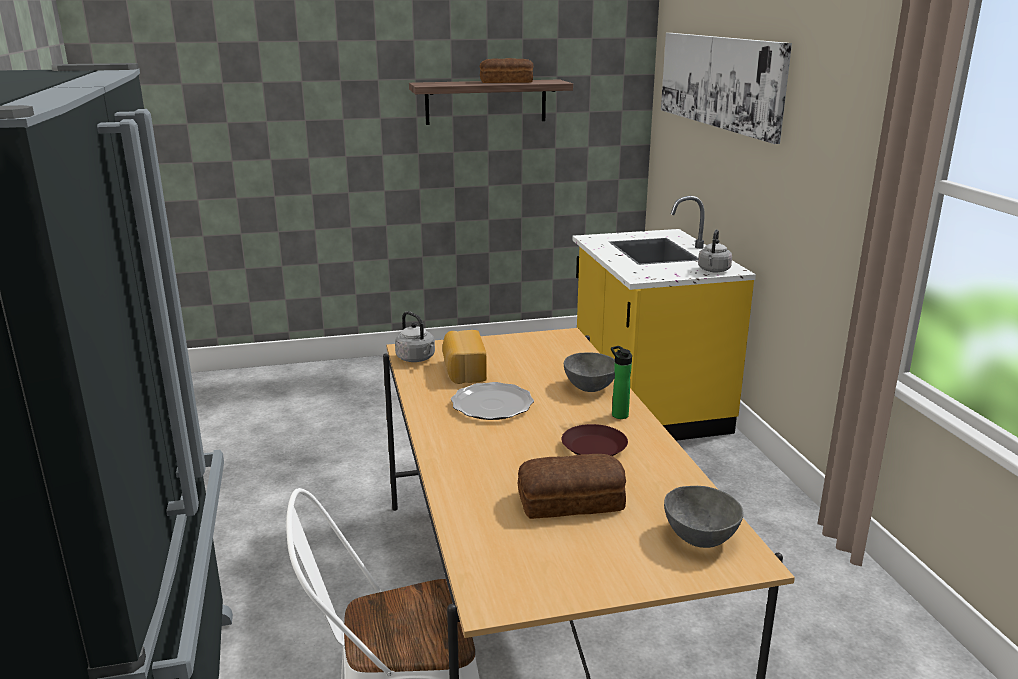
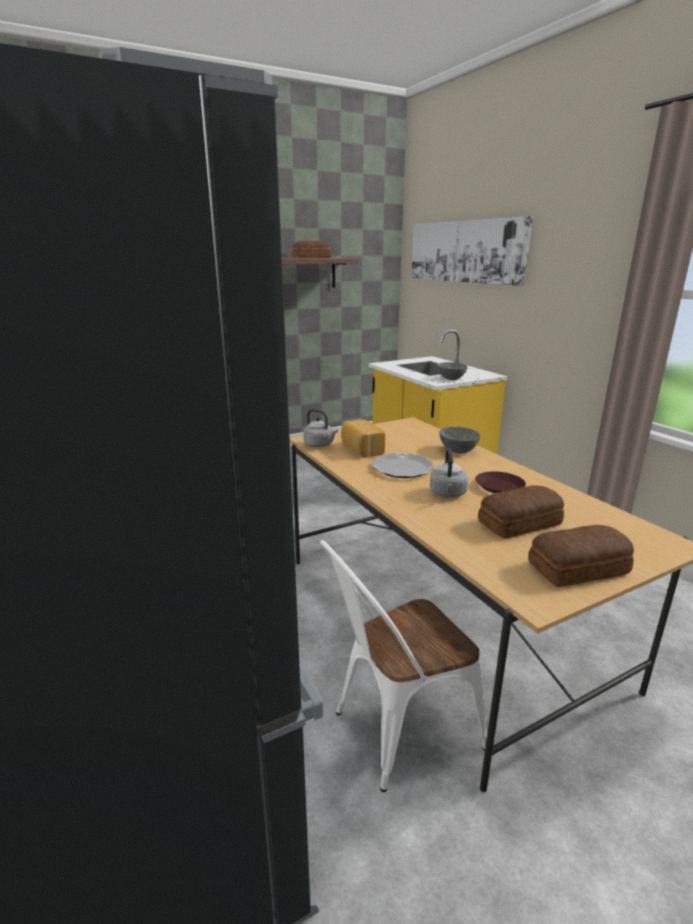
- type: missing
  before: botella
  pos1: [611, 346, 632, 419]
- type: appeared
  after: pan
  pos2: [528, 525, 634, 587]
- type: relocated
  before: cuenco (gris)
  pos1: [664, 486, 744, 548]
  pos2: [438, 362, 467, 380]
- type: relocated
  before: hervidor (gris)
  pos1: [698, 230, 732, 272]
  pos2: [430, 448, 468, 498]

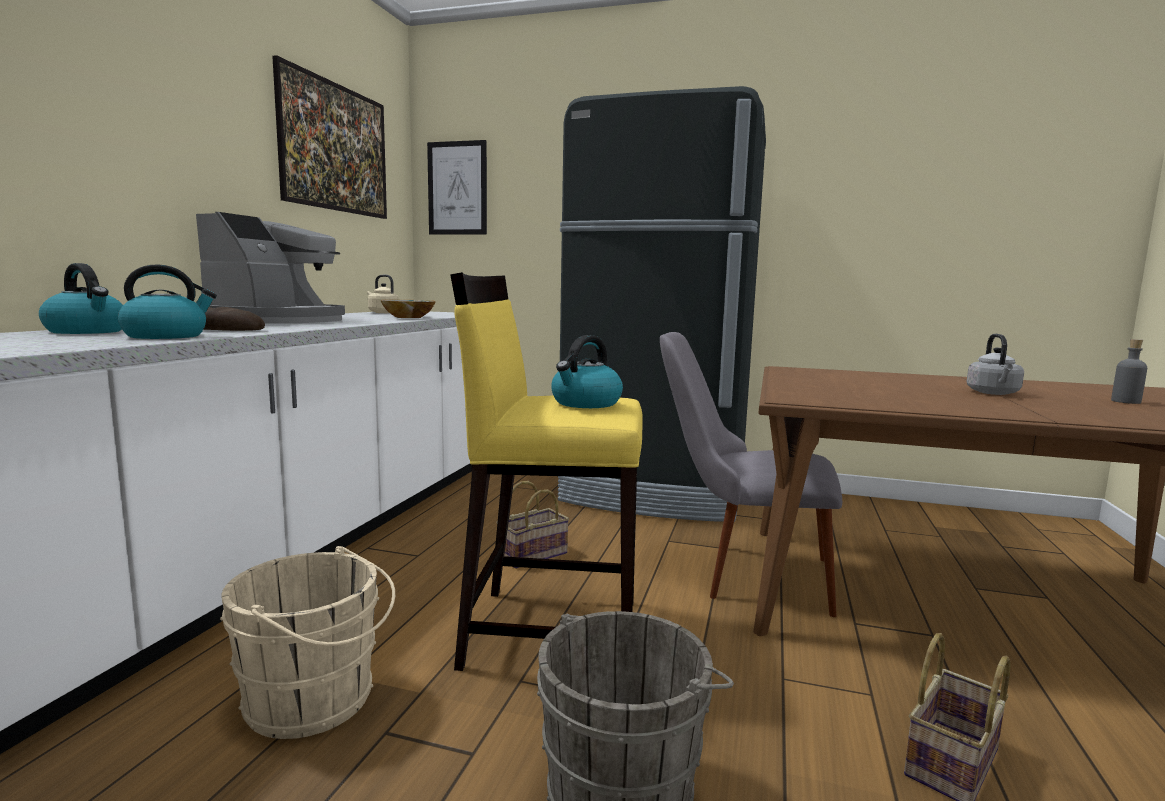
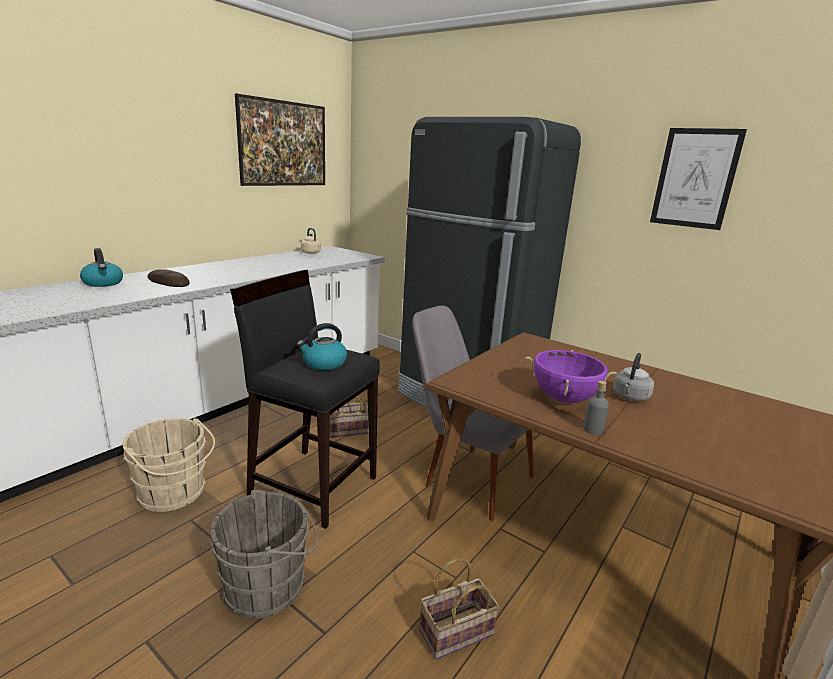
- type: missing
  before: hervidor
  pos1: [118, 265, 217, 339]
- type: missing
  before: cafetera
  pos1: [196, 212, 345, 324]
- type: missing
  before: cuenco
  pos1: [380, 300, 436, 318]
- type: appeared
  after: olla (morado)
  pos2: [526, 350, 617, 403]
- type: relocated
  before: cuadro
  pos1: [427, 140, 487, 235]
  pos2: [650, 128, 747, 230]
- type: relocated
  before: botella (gris)
  pos1: [1111, 339, 1147, 404]
  pos2: [583, 381, 609, 435]
- type: colour
  before: taburete (amarillo)
  after: taburete (negro)
  pos1: [450, 272, 643, 671]
  pos2: [230, 270, 380, 529]

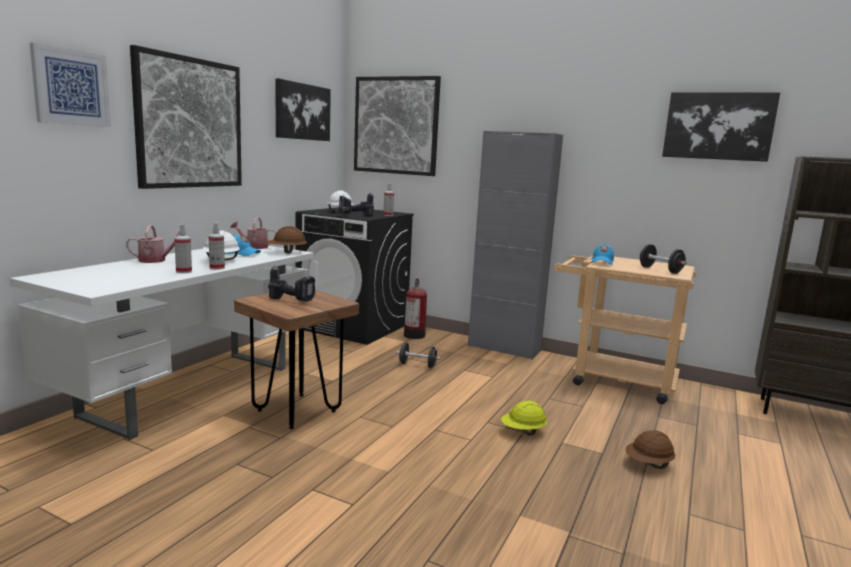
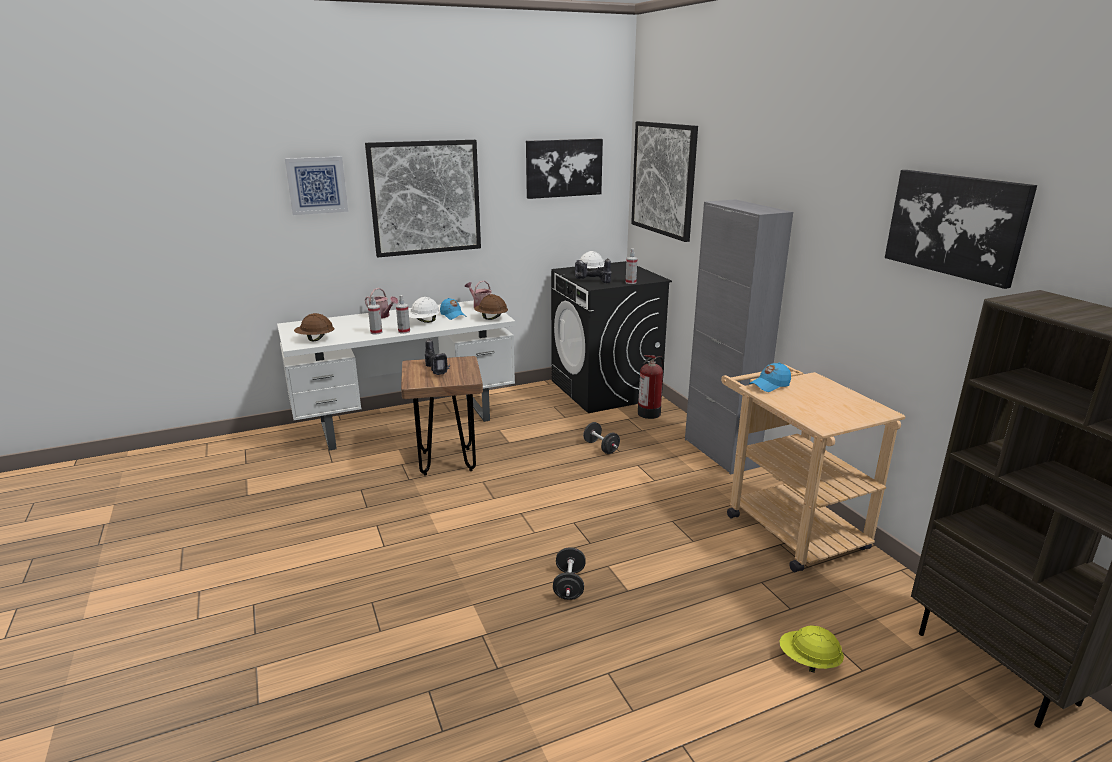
- type: relocated
  before: casco (amarillo)
  pos1: [501, 401, 547, 436]
  pos2: [779, 626, 844, 673]
- type: relocated
  before: casco (marrón)
  pos1: [625, 430, 675, 469]
  pos2: [294, 313, 334, 341]
- type: relocated
  before: mancuerna (negro)
  pos1: [639, 244, 687, 274]
  pos2: [553, 547, 586, 600]

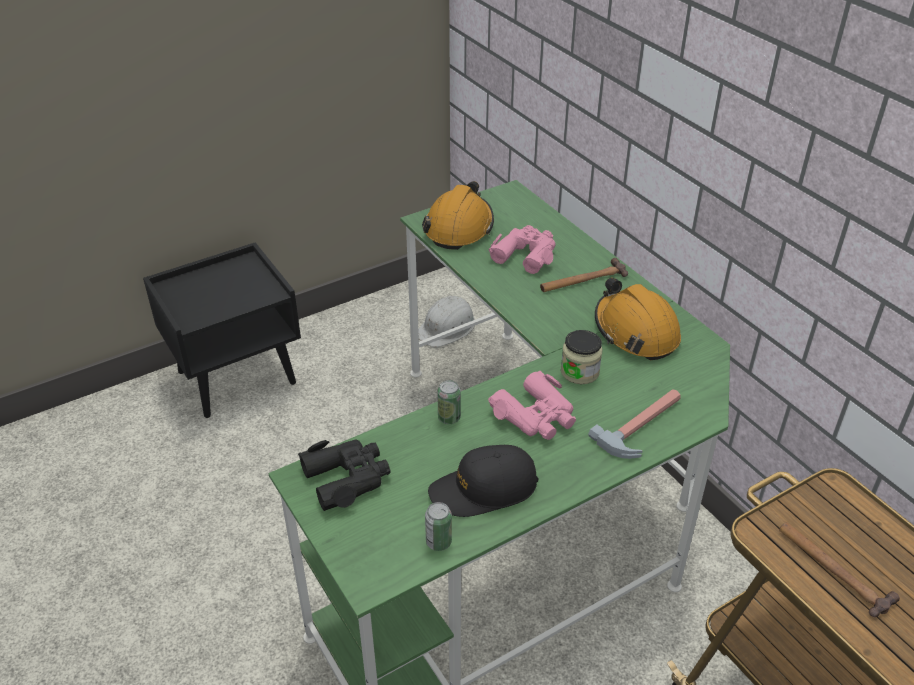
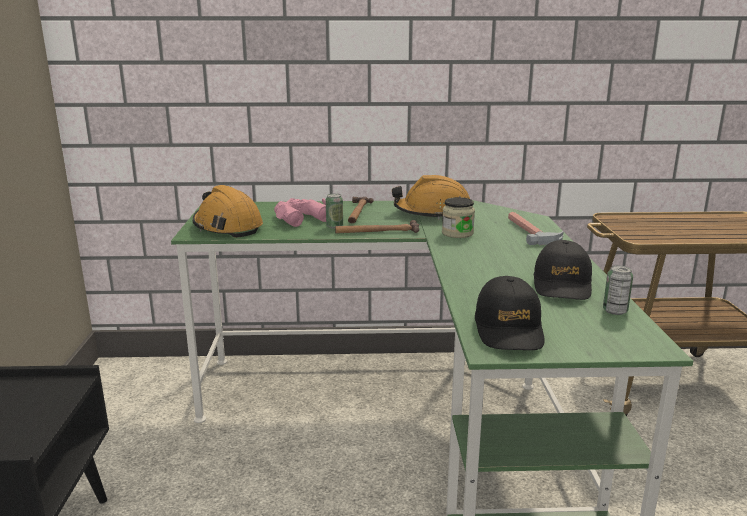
- type: missing
  before: casco (blanco)
  pos1: [418, 296, 475, 348]
- type: missing
  before: prismáticos (rosa)
  pos1: [488, 371, 576, 440]
- type: relocated
  before: lata
  pos1: [437, 380, 461, 424]
  pos2: [326, 193, 343, 228]
- type: relocated
  before: martillo
  pos1: [779, 522, 900, 617]
  pos2: [335, 220, 419, 233]
- type: exchanged
  before: prismáticos (negro)
  after: gorra (negro)
  pos1: [298, 440, 391, 511]
  pos2: [475, 276, 545, 350]

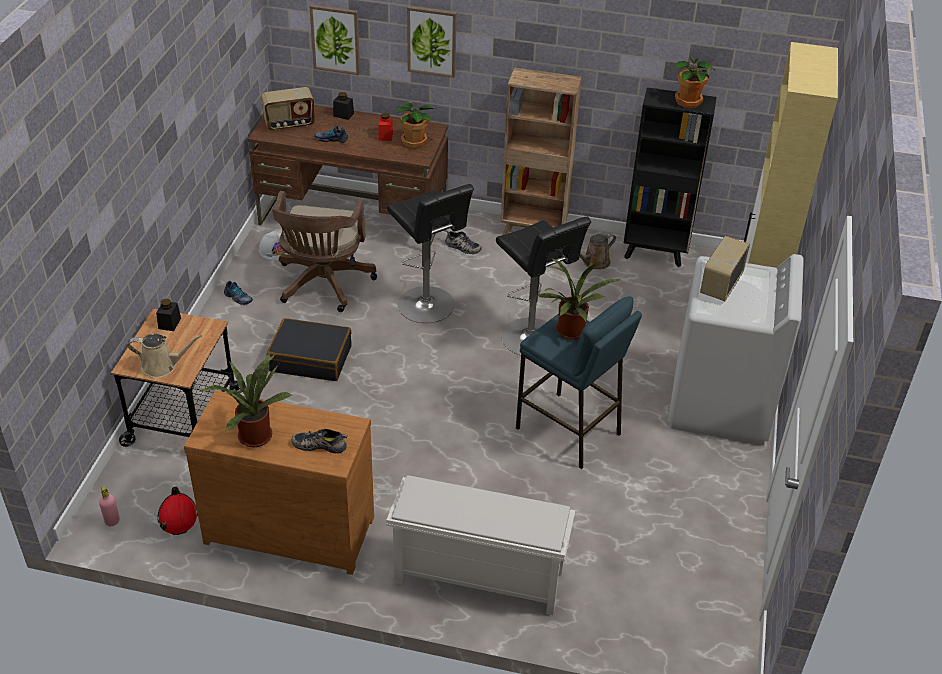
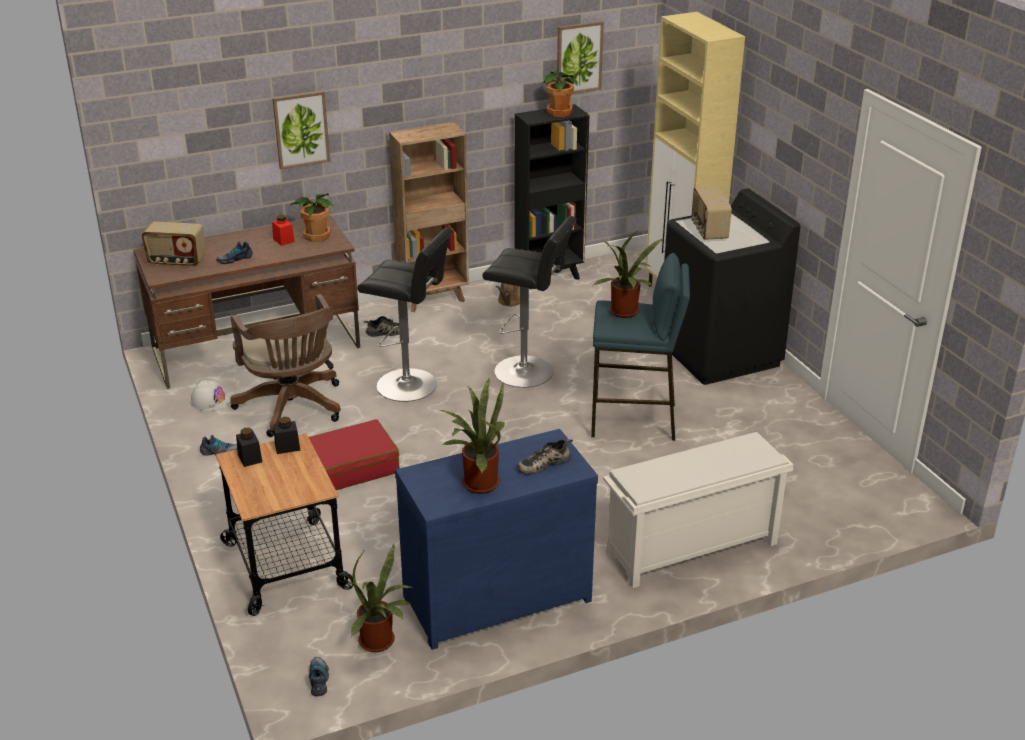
- type: missing
  before: regadera (beis)
  pos1: [128, 334, 202, 378]
- type: relocated
  before: cuadro
  pos1: [309, 5, 360, 75]
  pos2: [557, 21, 604, 94]
- type: relocated
  before: tarro (negro)
  pos1: [333, 92, 354, 120]
  pos2: [273, 417, 300, 454]
- type: exchanged
  before: botella (rosa)
  after: zapato
  pos1: [99, 487, 120, 526]
  pos2: [309, 657, 329, 697]
- type: exchanged
  before: casco (rojo)
  after: planta en maceta
  pos1: [157, 487, 198, 535]
  pos2: [348, 545, 414, 652]
- type: colour
  before: cómoda (marrón)
  after: cómoda (azul)
  pos1: [184, 390, 374, 575]
  pos2: [395, 429, 598, 650]
- type: colour
  before: maleta (negro)
  after: maleta (rojo)
  pos1: [267, 318, 352, 381]
  pos2: [309, 419, 399, 490]
- type: colour
  before: lavadora (blanco)
  after: lavadora (negro)
  pos1: [668, 254, 804, 445]
  pos2: [664, 189, 800, 385]
- type: spun
  before: radio
  pos1: [261, 87, 315, 131]
  pos2: [141, 222, 206, 267]
  turn: 60

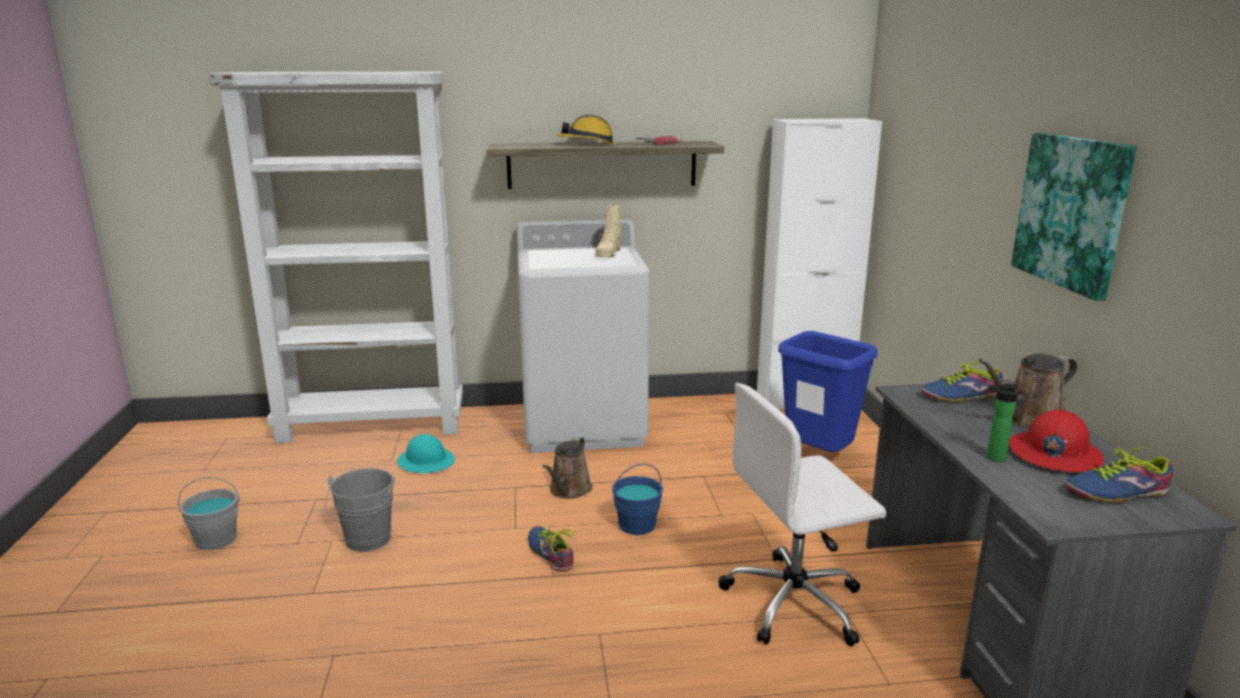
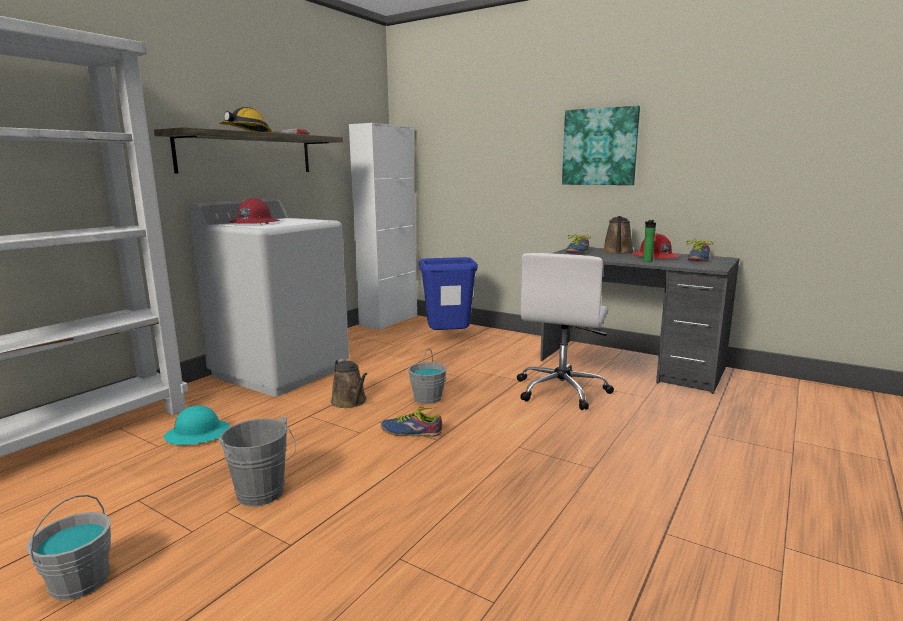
- type: missing
  before: bota (beis)
  pos1: [596, 205, 622, 257]
- type: appeared
  after: casco (rojo)
  pos2: [230, 198, 280, 225]
- type: colour
  before: cubo (azul)
  after: cubo (gris)
  pos1: [612, 464, 663, 535]
  pos2: [408, 348, 447, 404]

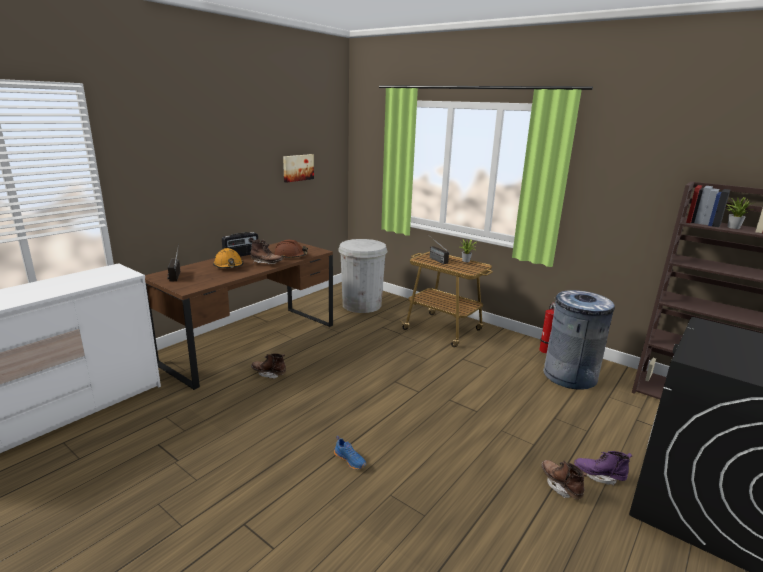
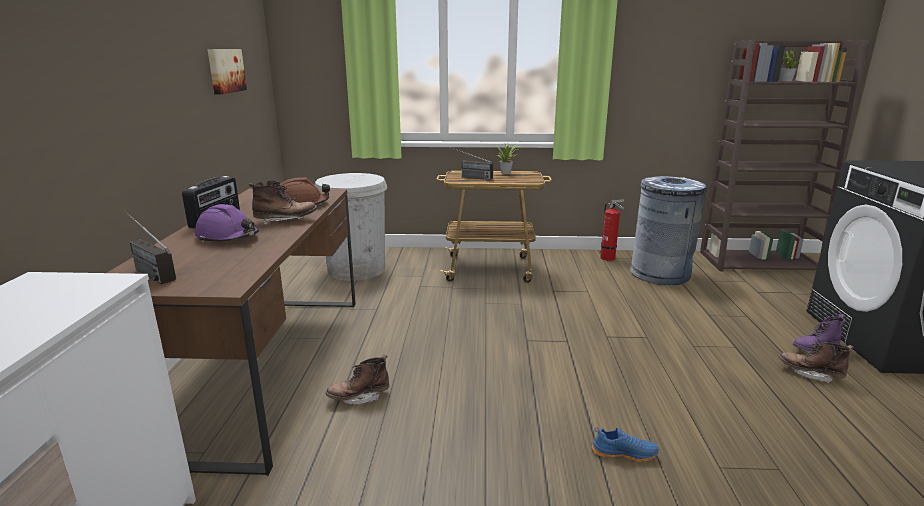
- type: colour
  before: casco (naranja)
  after: casco (morado)
  pos1: [213, 248, 243, 268]
  pos2: [195, 204, 259, 243]

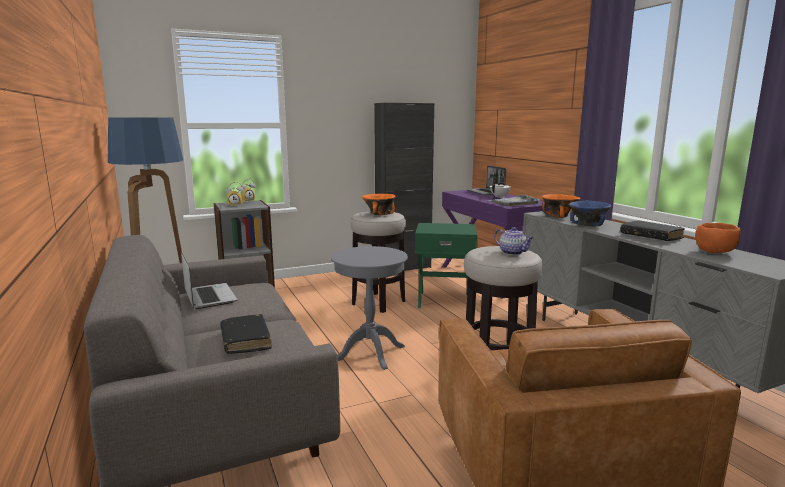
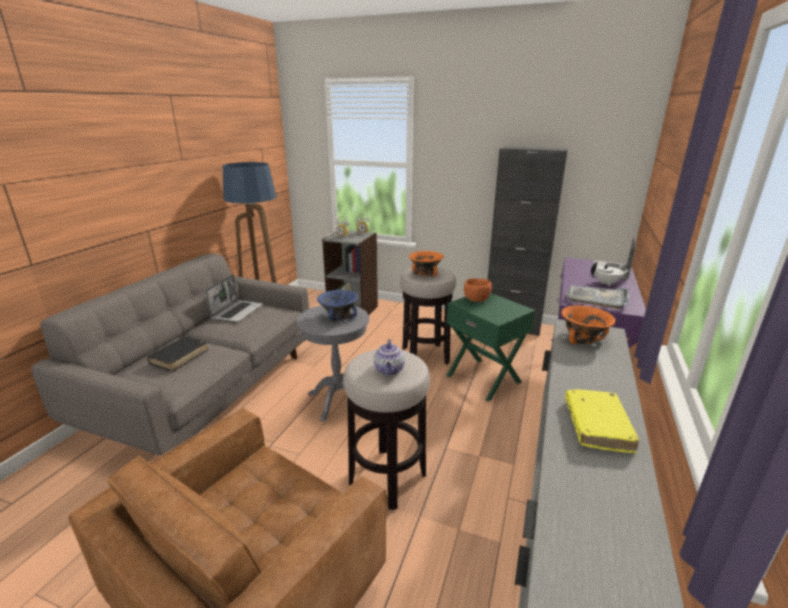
- type: relocated
  before: cuenco (azul)
  pos1: [569, 201, 611, 226]
  pos2: [317, 290, 358, 322]
- type: relocated
  before: cuenco (naranja)
  pos1: [695, 223, 741, 253]
  pos2: [464, 278, 492, 302]
- type: colour
  before: libro (negro)
  after: libro (amarillo)
  pos1: [620, 220, 685, 241]
  pos2: [565, 389, 639, 453]

